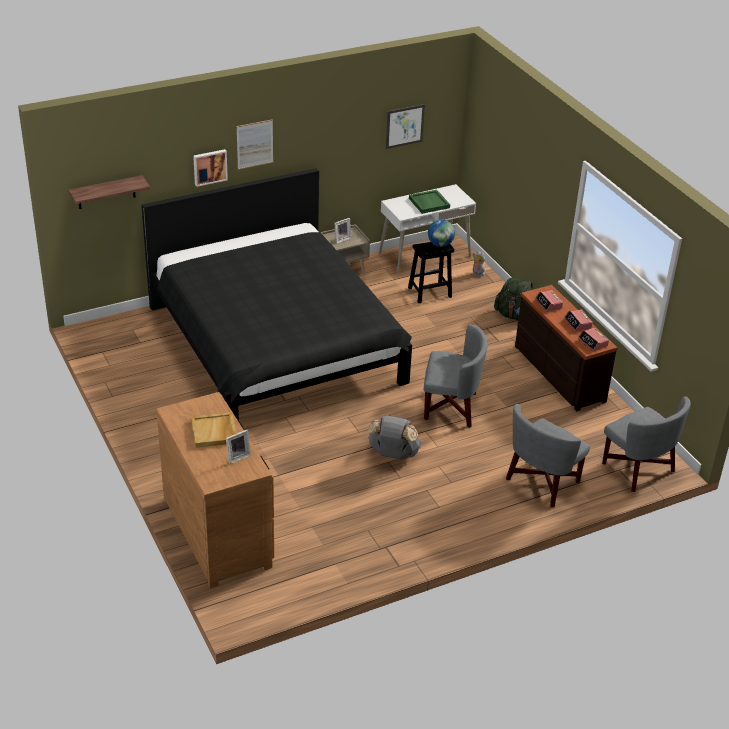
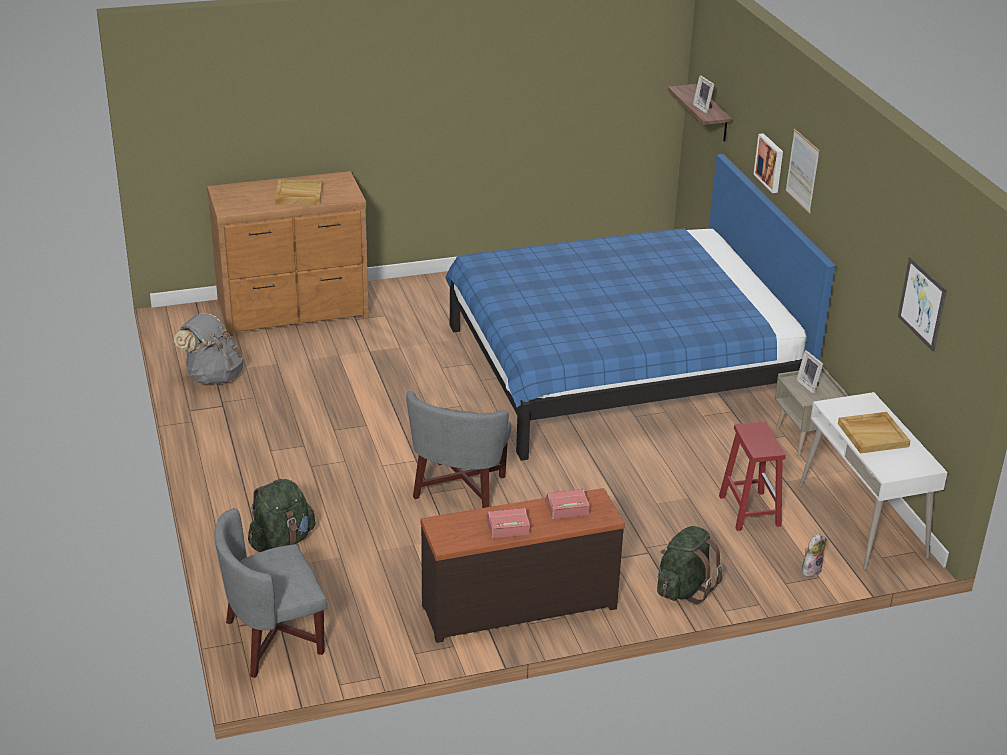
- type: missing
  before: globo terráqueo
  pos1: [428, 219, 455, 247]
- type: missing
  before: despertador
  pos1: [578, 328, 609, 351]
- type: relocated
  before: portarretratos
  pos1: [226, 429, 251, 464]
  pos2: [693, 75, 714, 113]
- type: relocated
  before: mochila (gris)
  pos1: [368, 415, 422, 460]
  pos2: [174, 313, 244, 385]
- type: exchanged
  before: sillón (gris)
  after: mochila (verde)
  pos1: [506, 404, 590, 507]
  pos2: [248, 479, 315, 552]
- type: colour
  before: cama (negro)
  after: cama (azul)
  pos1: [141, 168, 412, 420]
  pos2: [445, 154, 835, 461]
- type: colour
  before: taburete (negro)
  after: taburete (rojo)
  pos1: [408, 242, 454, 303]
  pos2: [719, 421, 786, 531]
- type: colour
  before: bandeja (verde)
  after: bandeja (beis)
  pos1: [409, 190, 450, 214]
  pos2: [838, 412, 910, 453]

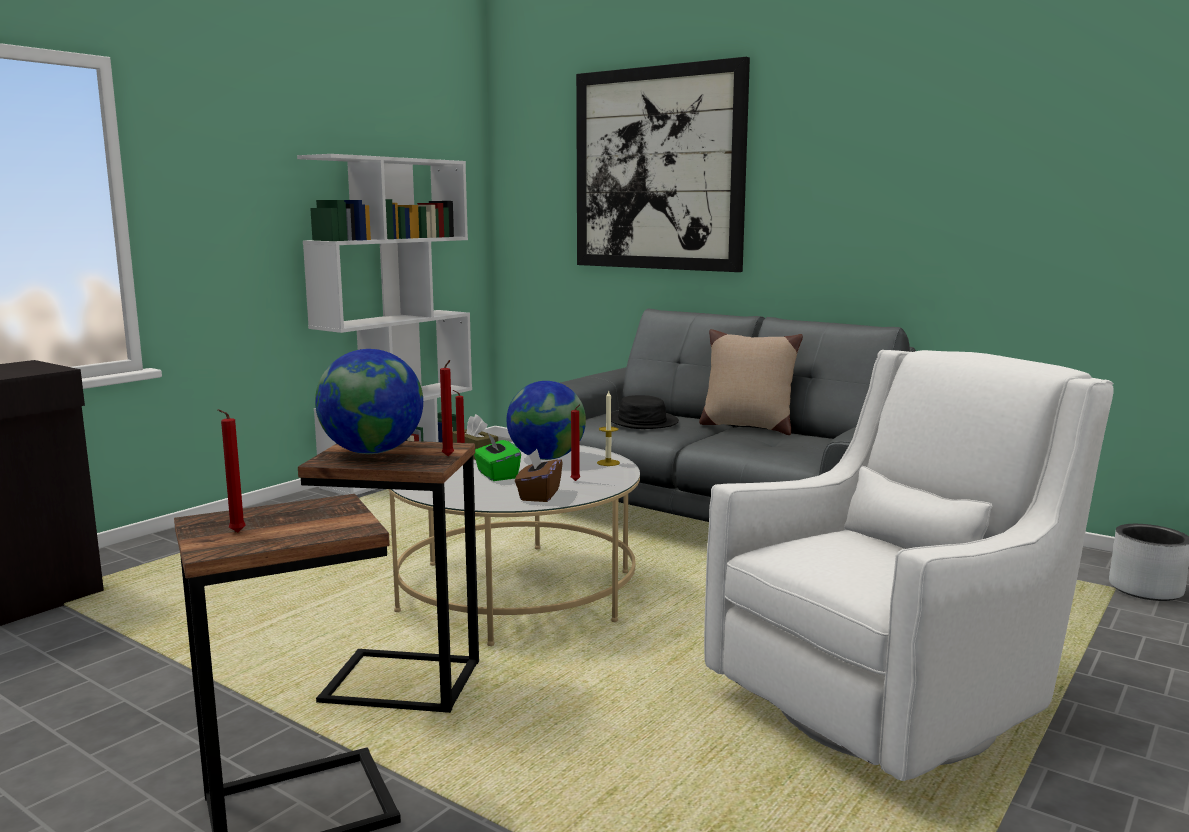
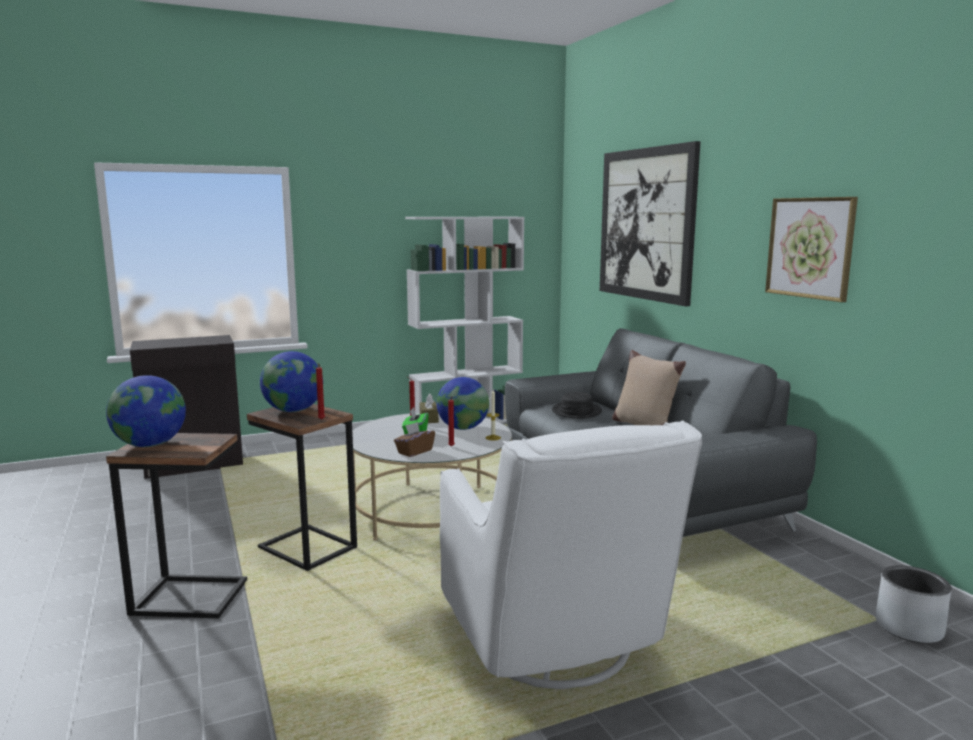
- type: appeared
  after: cuadro
  pos2: [765, 197, 858, 302]
- type: exchanged
  before: vela (rojo)
  after: globo terráqueo
  pos1: [217, 409, 246, 532]
  pos2: [106, 375, 186, 447]
- type: spun
  before: sillón (blanco)
  pos1: [704, 350, 1114, 781]
  pos2: [440, 421, 702, 689]
  turn: 75

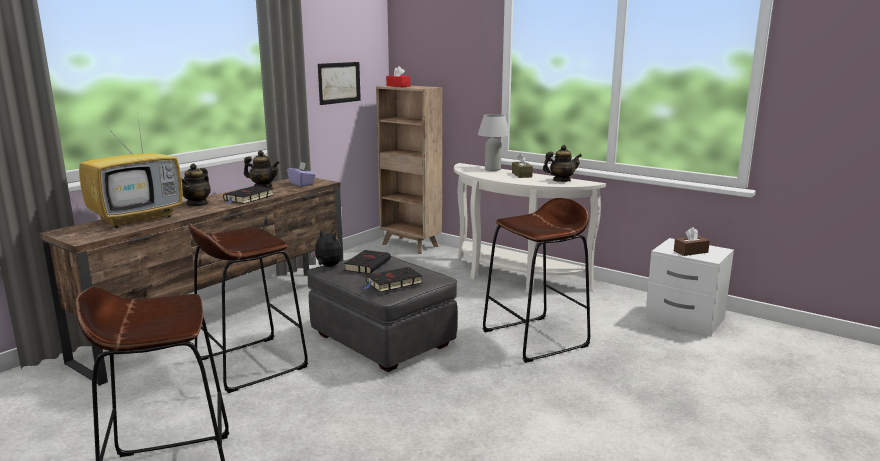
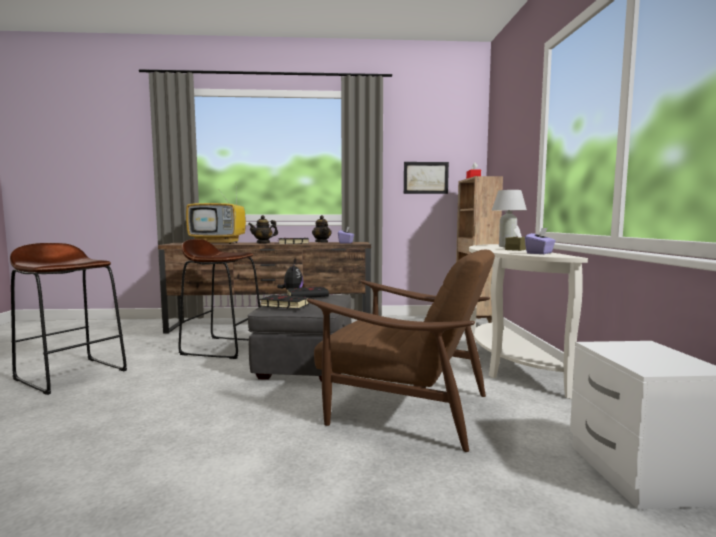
- type: missing
  before: caja de pañuelos (marrón)
  pos1: [674, 227, 710, 256]
- type: exchanged
  before: taburete (marrón)
  after: sillón (marrón)
  pos1: [483, 198, 590, 363]
  pos2: [307, 250, 495, 452]
- type: exchanged
  before: tetera
  after: caja de pañuelos (morado)
  pos1: [543, 145, 582, 182]
  pos2: [525, 228, 556, 254]

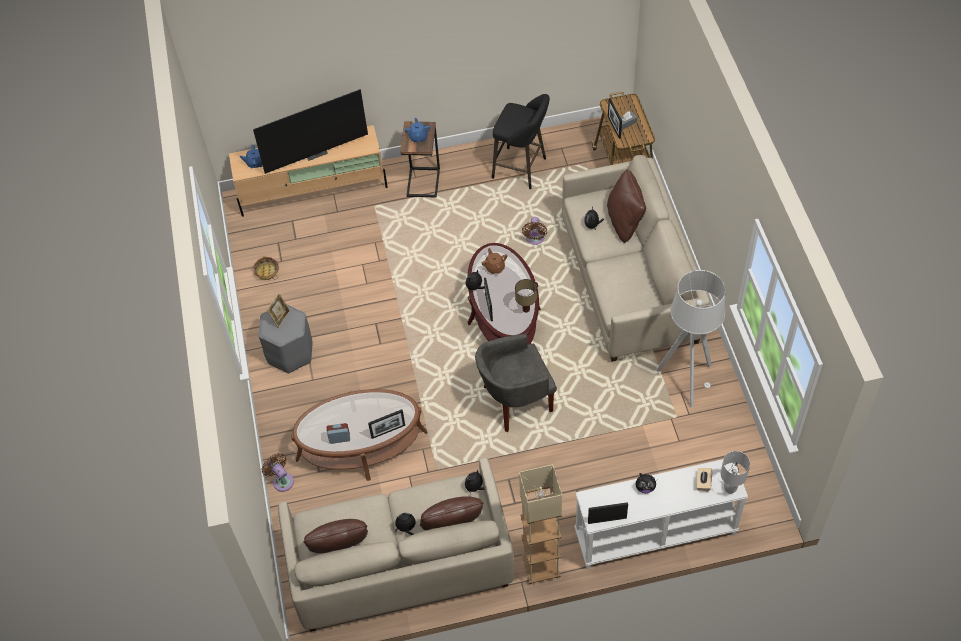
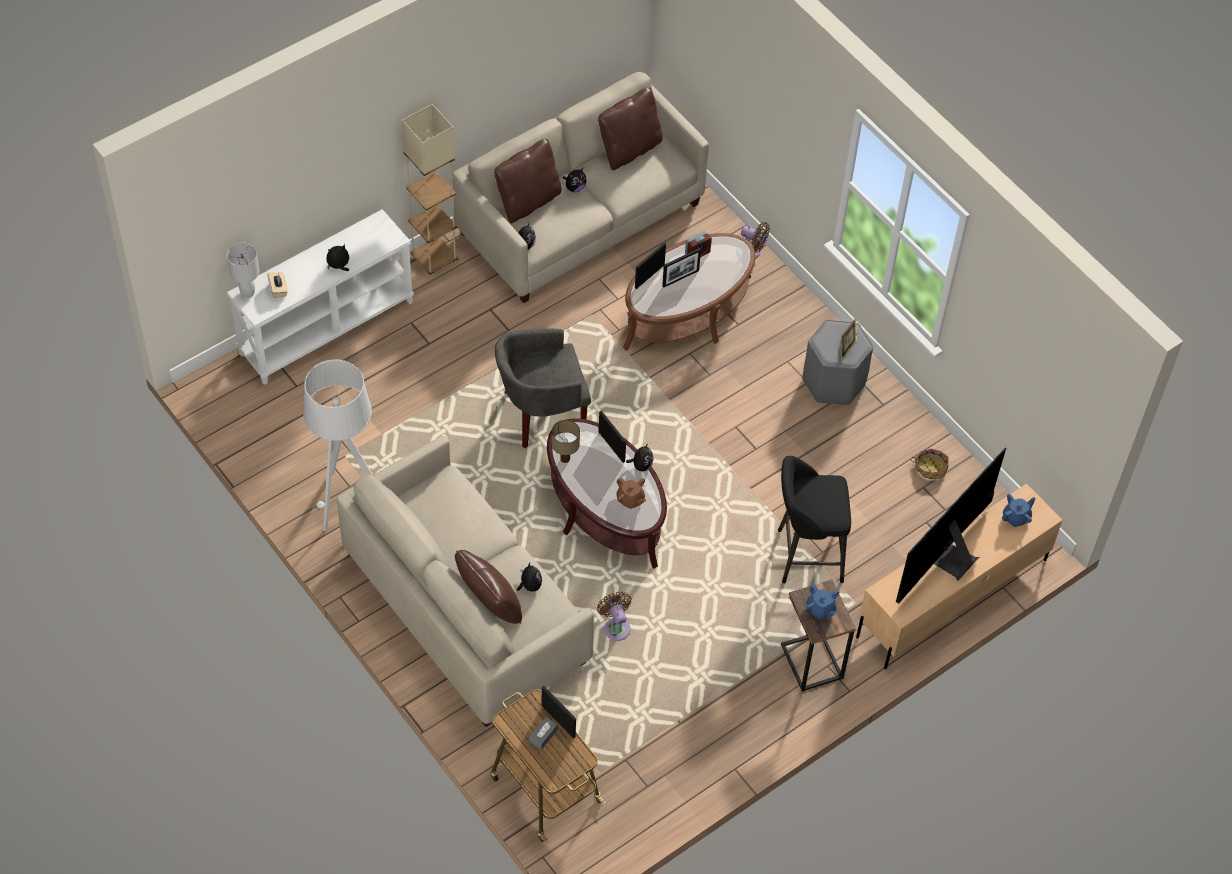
- type: relocated
  before: taburete (negro)
  pos1: [492, 94, 550, 189]
  pos2: [778, 456, 851, 583]
- type: relocated
  before: portarretratos
  pos1: [588, 502, 628, 524]
  pos2: [662, 248, 701, 288]
- type: spun
  before: sillón (gris)
  pos1: [475, 334, 557, 432]
  pos2: [495, 329, 591, 449]
  turn: -150

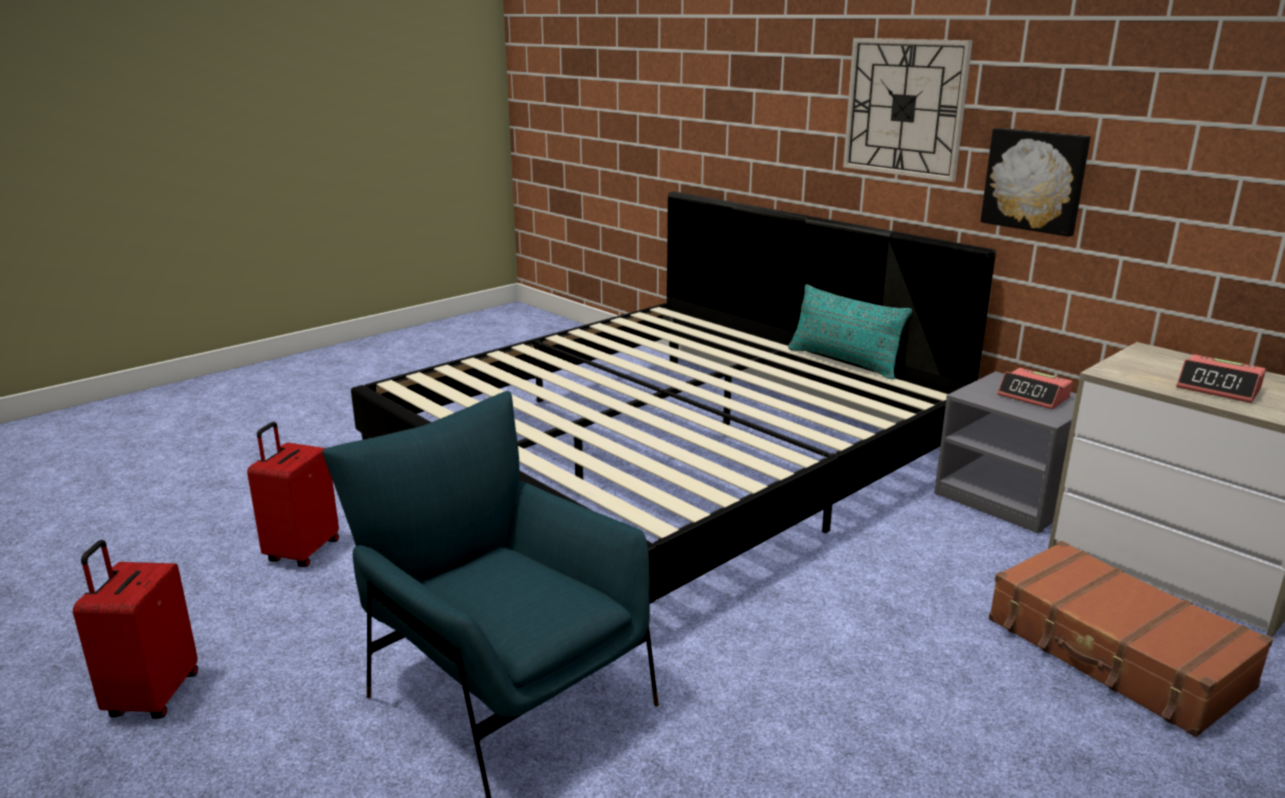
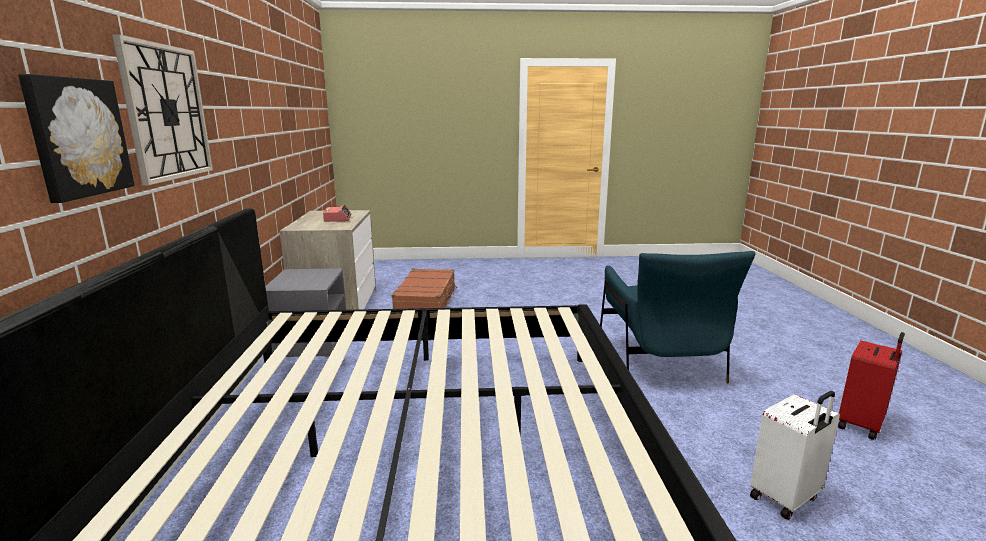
- type: missing
  before: cojín (turquesa)
  pos1: [788, 284, 912, 379]
- type: missing
  before: despertador
  pos1: [997, 368, 1072, 409]
- type: relocated
  before: cuadro
  pos1: [980, 128, 1090, 237]
  pos2: [18, 74, 134, 203]
- type: colour
  before: maleta (rojo)
  after: maleta (blanco)
  pos1: [247, 422, 339, 567]
  pos2: [750, 391, 840, 520]

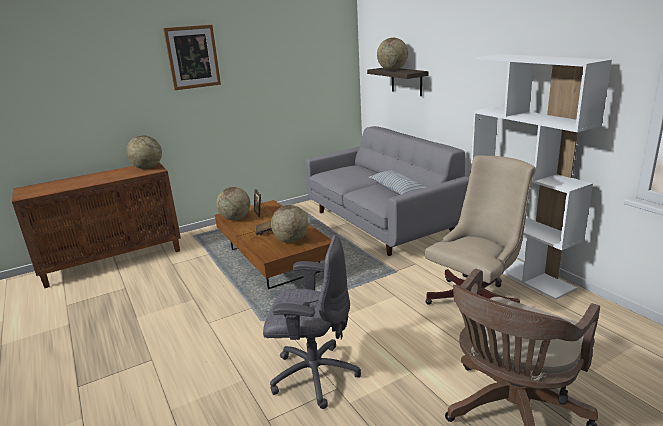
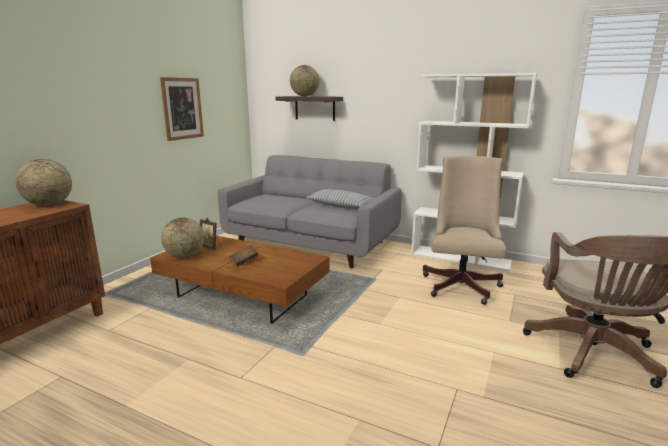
- type: missing
  before: silla de oficina (gris)
  pos1: [263, 235, 361, 409]
- type: missing
  before: globo terráqueo
  pos1: [271, 205, 309, 243]
- type: relocated
  before: cuadro
  pos1: [163, 25, 221, 90]
  pos2: [160, 77, 204, 141]

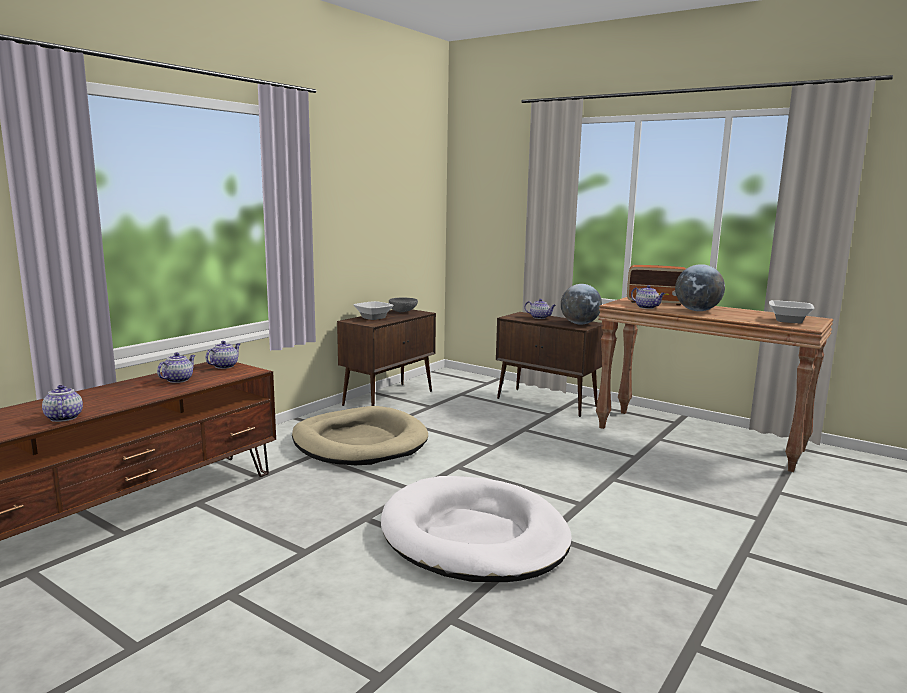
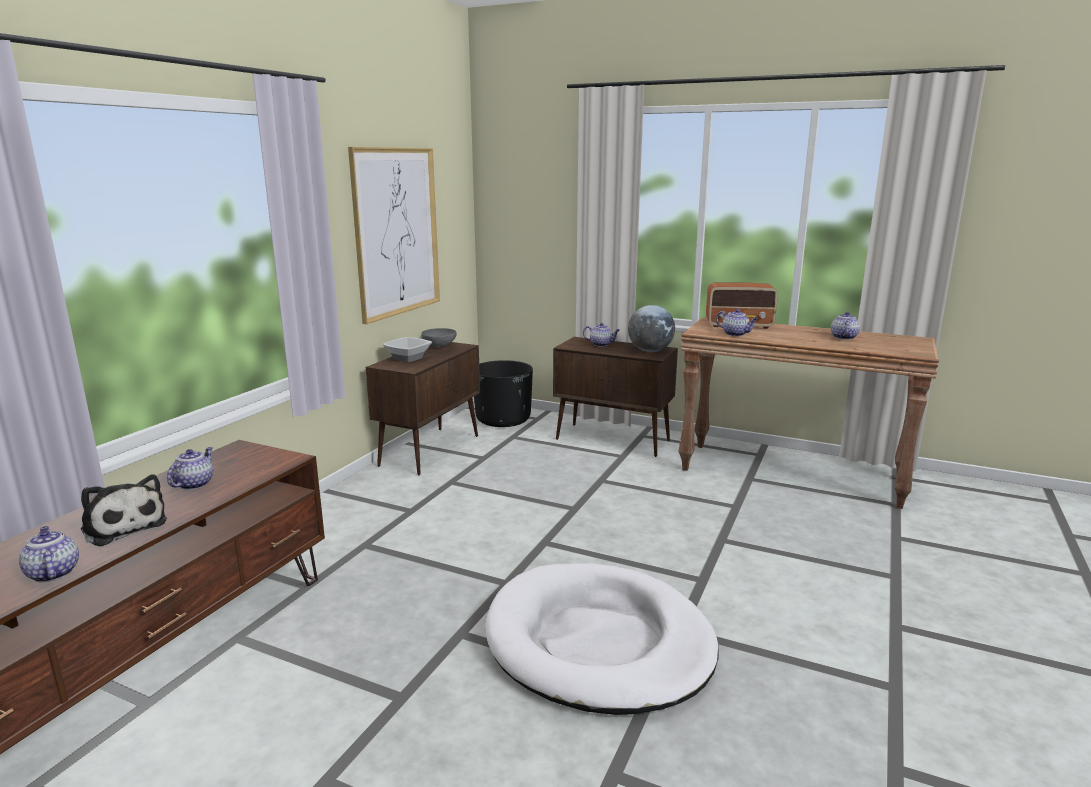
- type: missing
  before: cama para perro (beis)
  pos1: [292, 406, 428, 465]
- type: missing
  before: globo terráqueo
  pos1: [675, 264, 725, 311]
- type: missing
  before: cuenco
  pos1: [769, 300, 814, 323]
- type: appeared
  after: peluche
  pos2: [81, 474, 167, 547]
- type: appeared
  after: cuadro
  pos2: [348, 147, 440, 324]
- type: appeared
  after: maceta (negro)
  pos2: [474, 360, 533, 427]
- type: relocated
  before: tetera
  pos1: [206, 341, 240, 369]
  pos2: [831, 312, 860, 340]

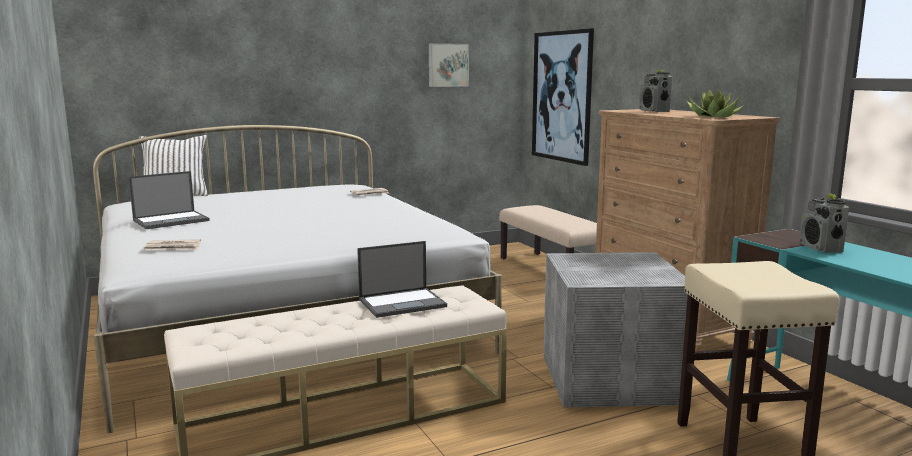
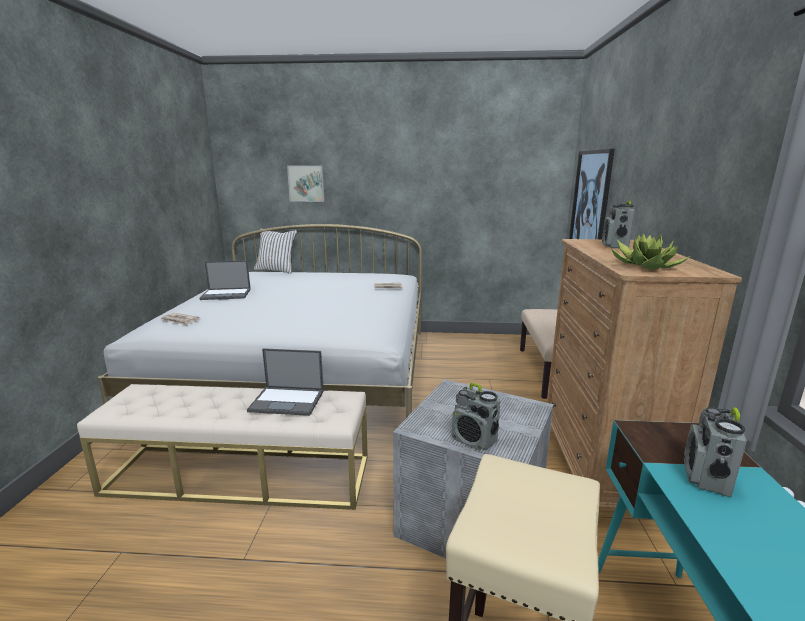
- type: appeared
  after: radio
  pos2: [452, 382, 500, 451]
- type: relocated
  before: cuadro
  pos1: [429, 43, 469, 87]
  pos2: [287, 165, 325, 202]

